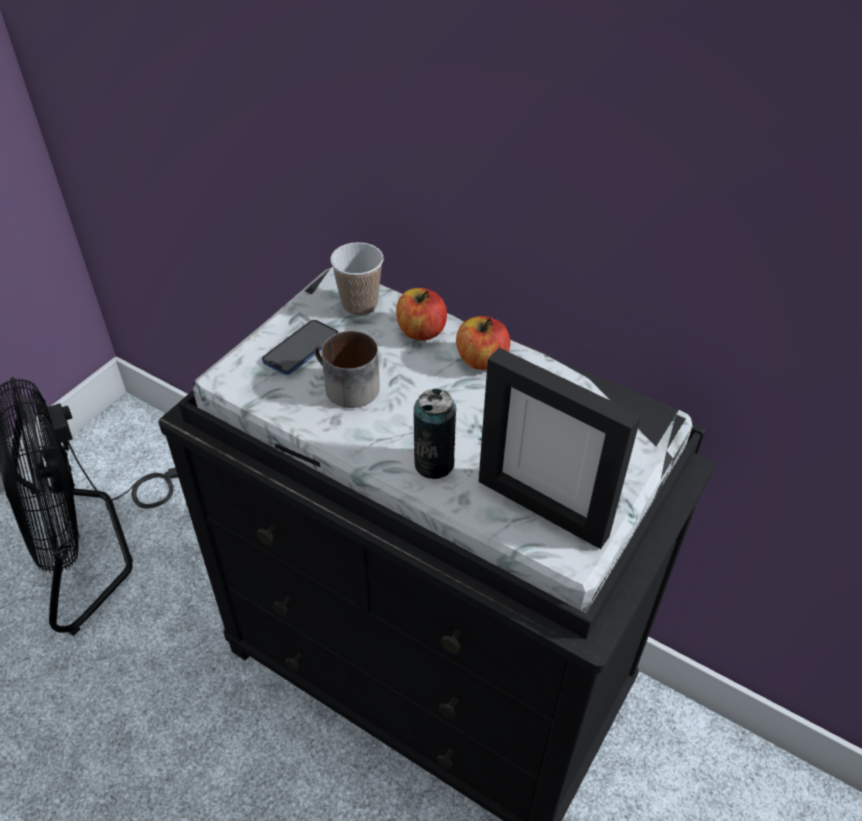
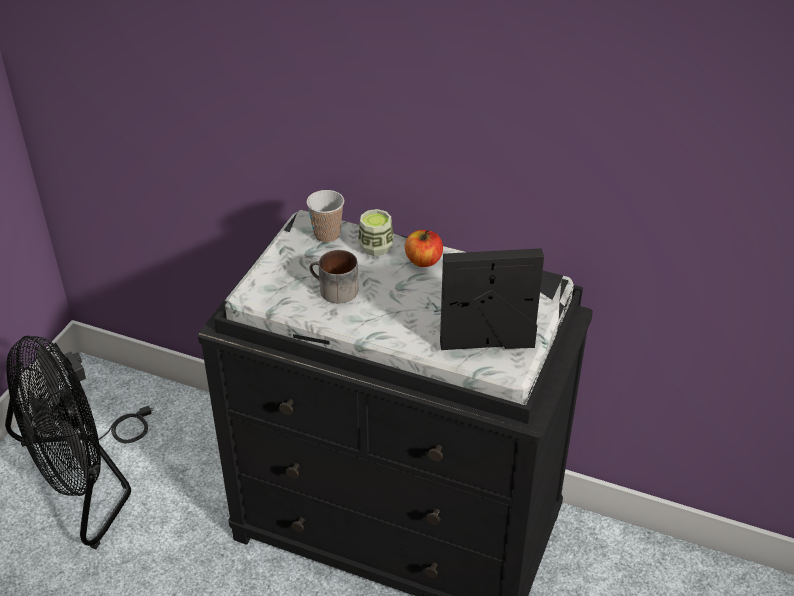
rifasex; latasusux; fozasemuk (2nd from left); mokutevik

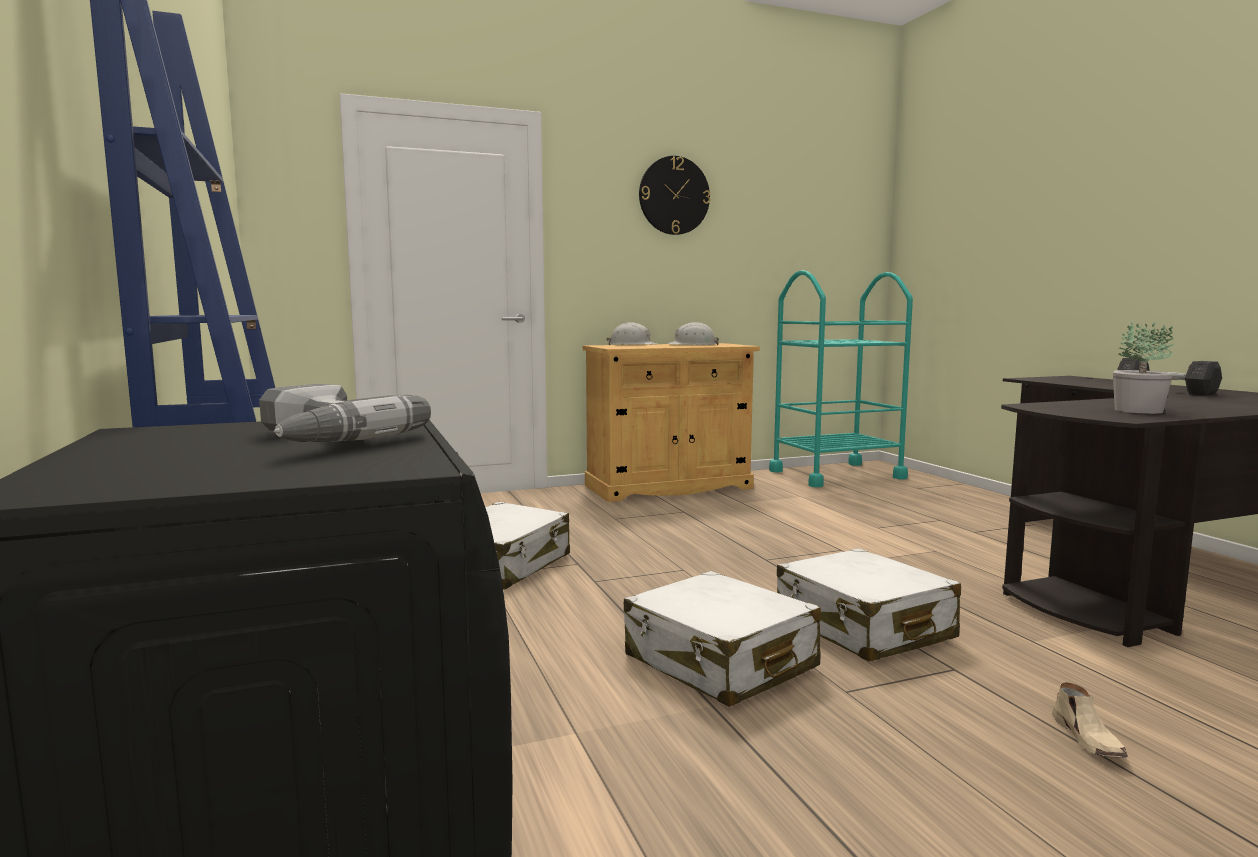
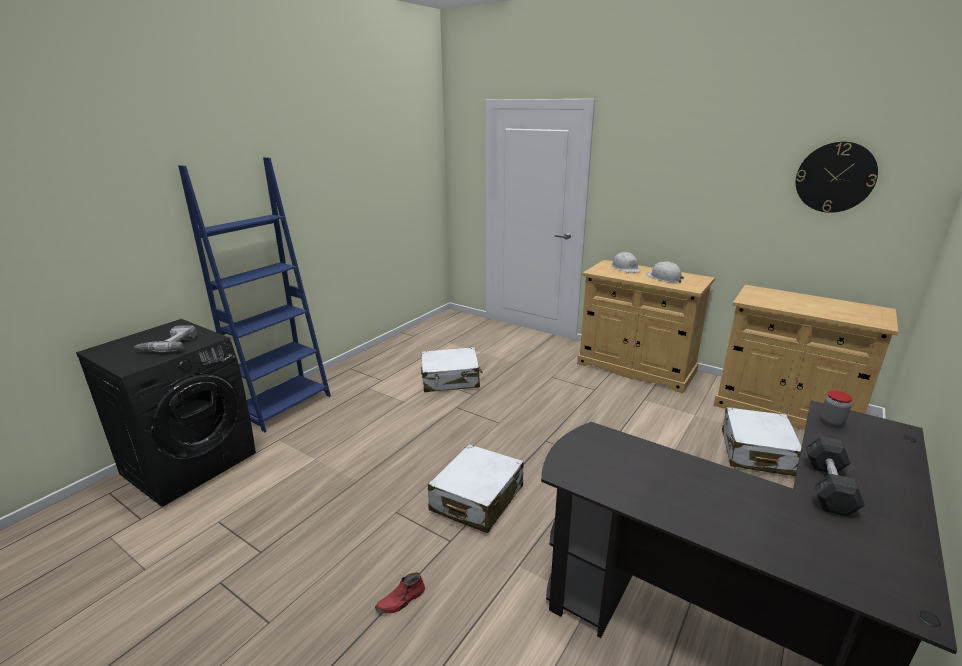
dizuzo; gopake; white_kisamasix (3rd from left); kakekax; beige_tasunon (2nd from left); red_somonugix

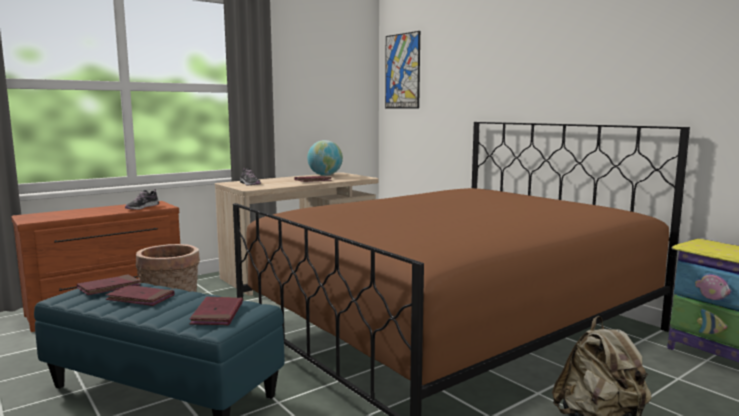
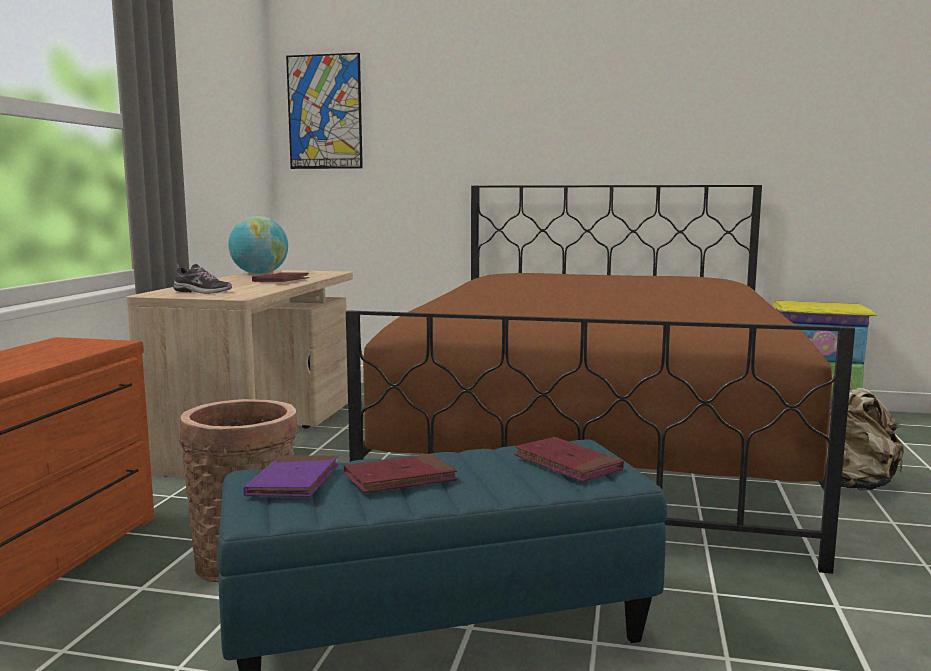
somonugix (1st from left in the first image); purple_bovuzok

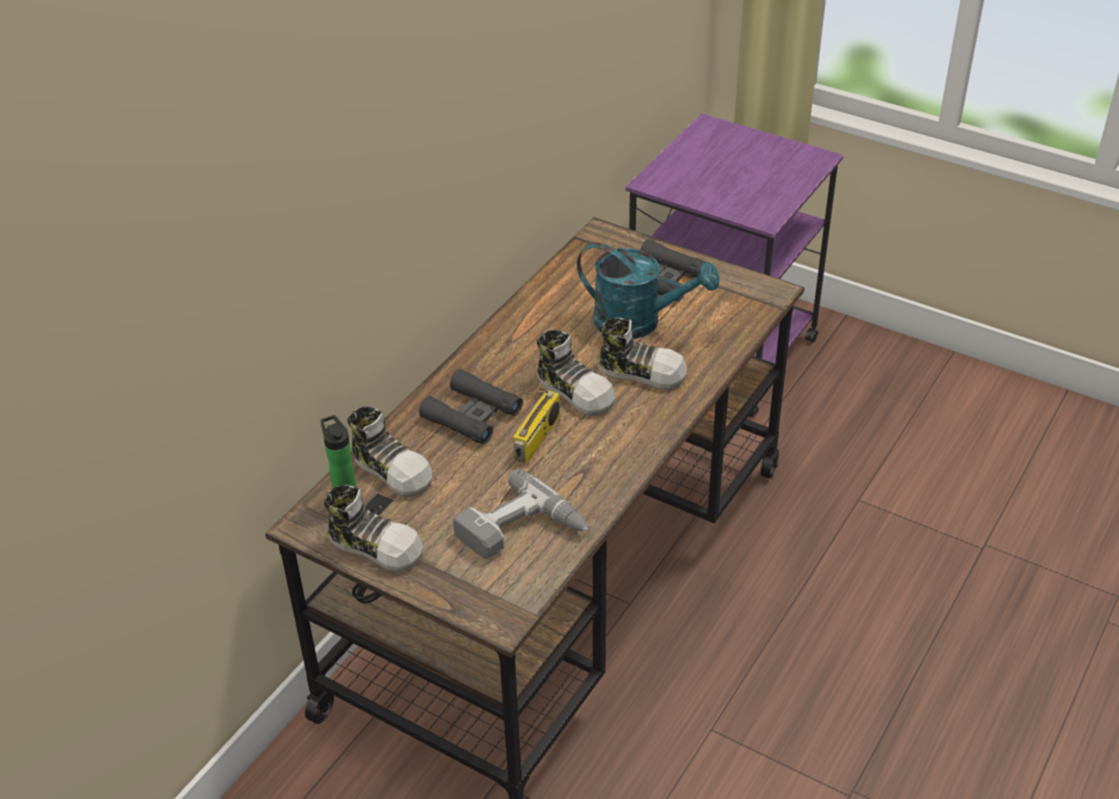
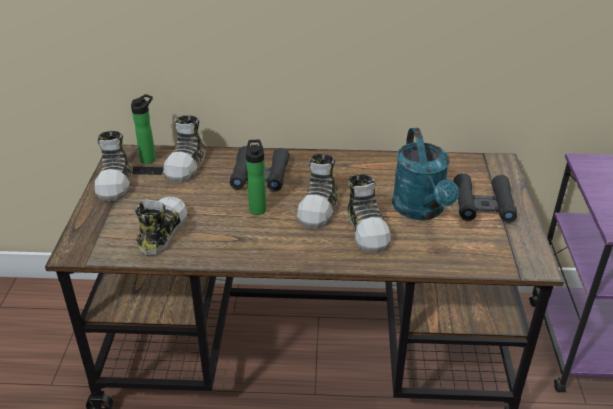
somonugix (2nd from left); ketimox (2nd from left)

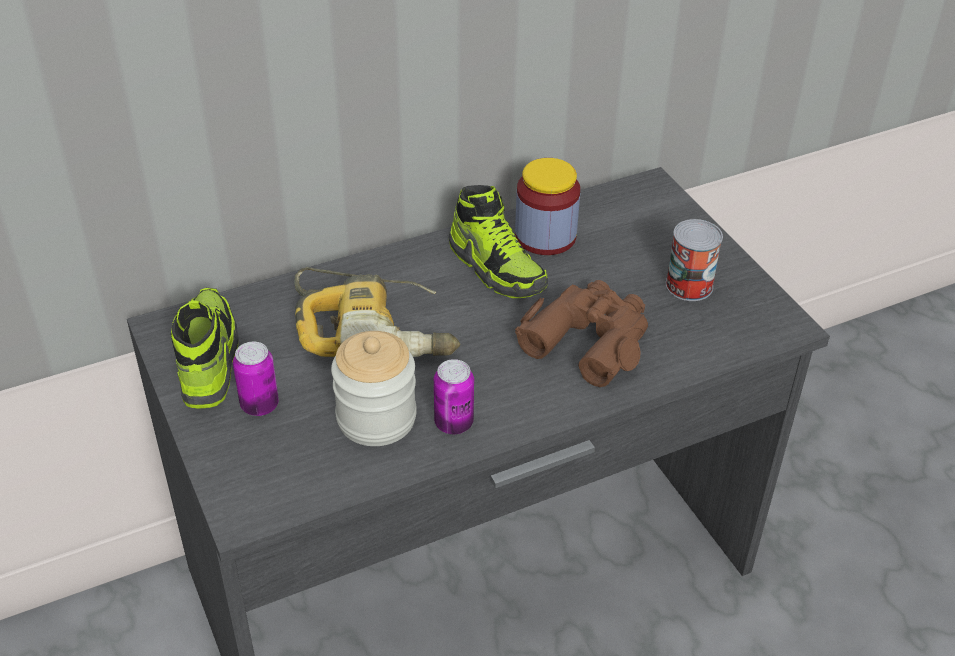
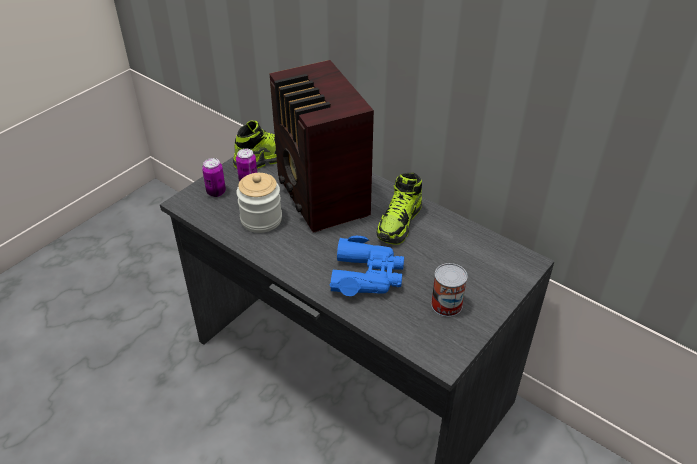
gopake (2nd from left in the first image); latasusux (1st from left); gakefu; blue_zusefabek

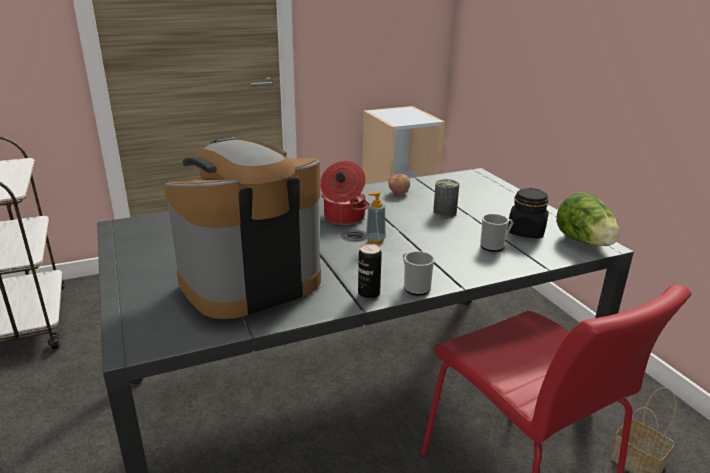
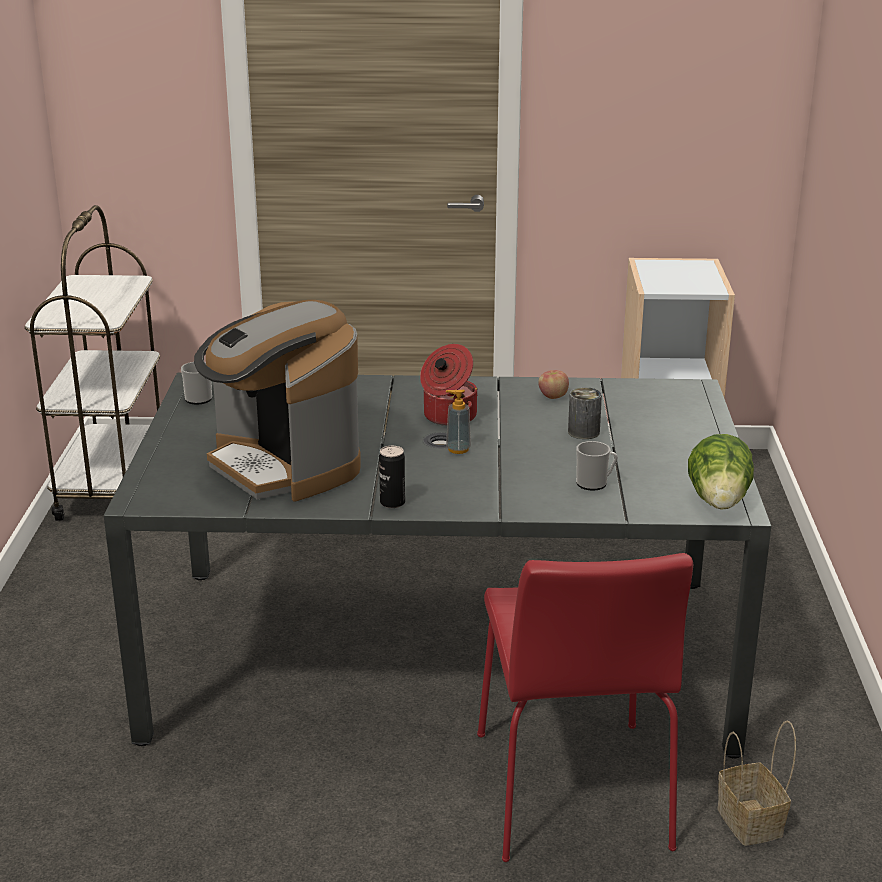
black_gopake; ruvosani (1st from left); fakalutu

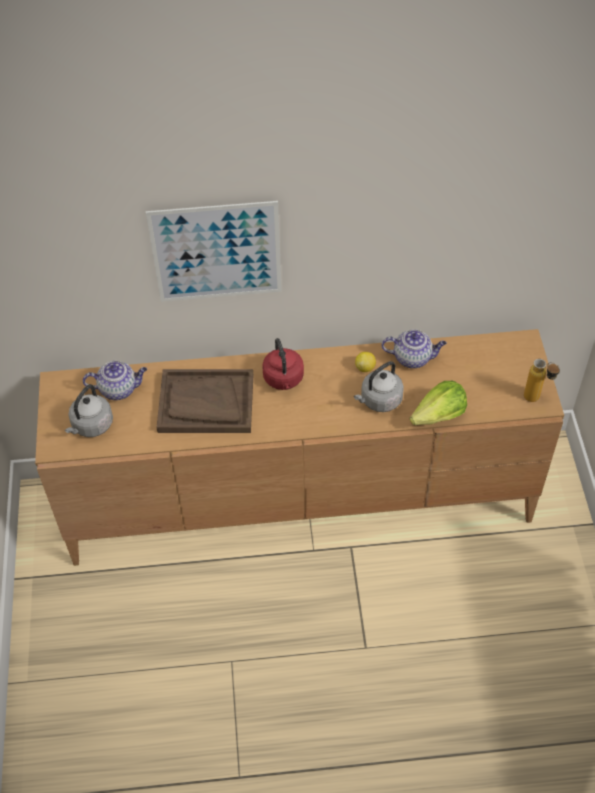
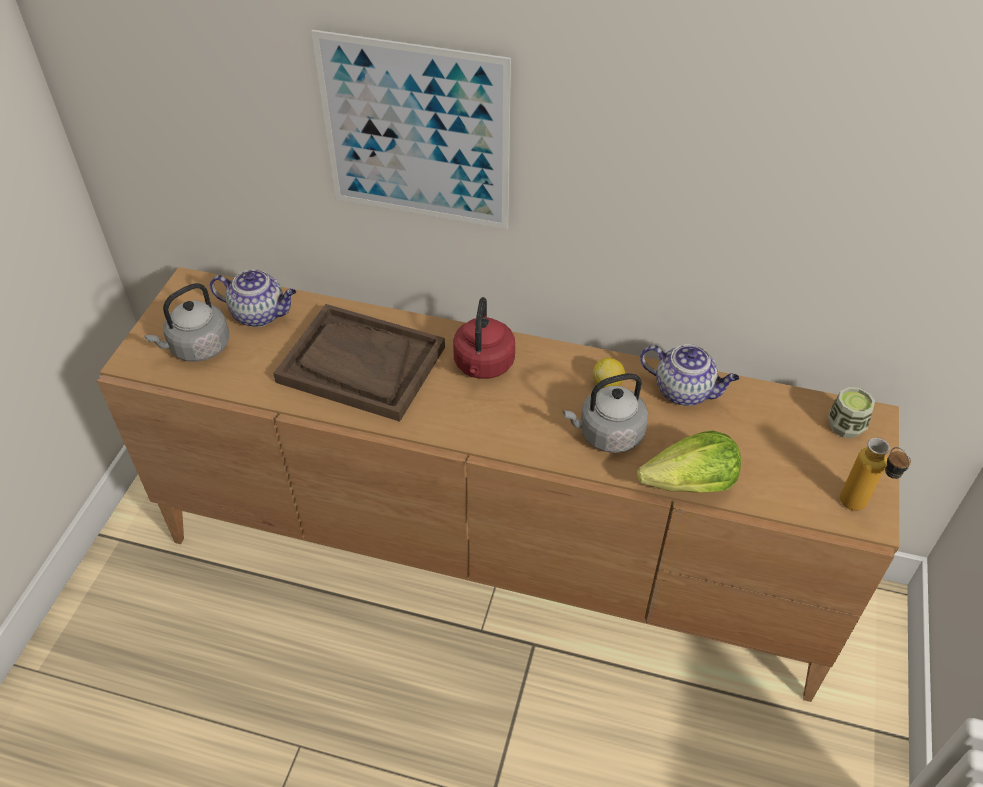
fozasemuk

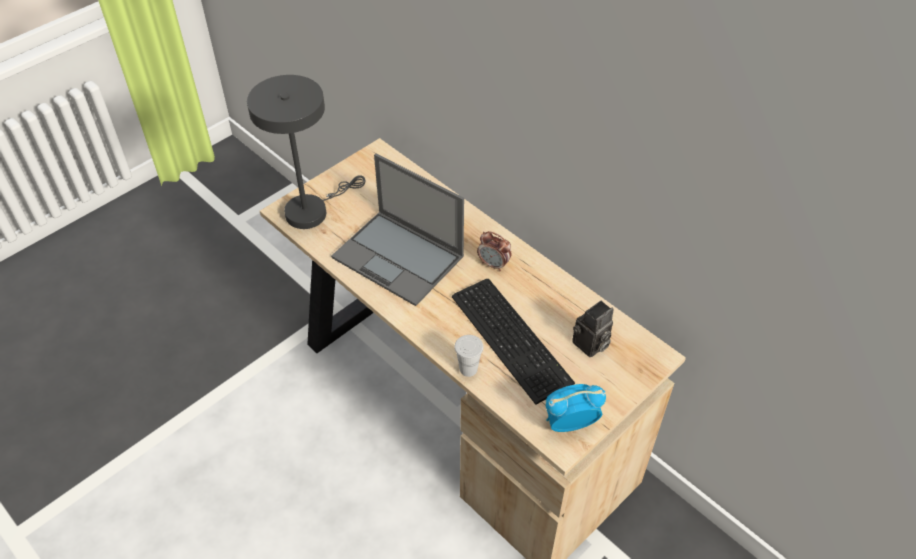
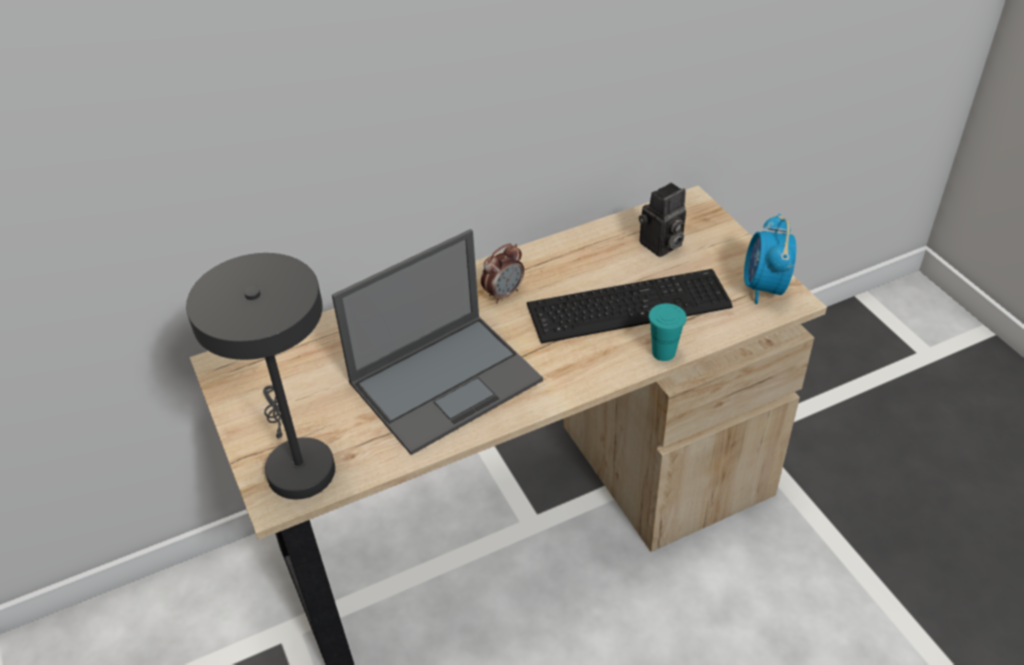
turquoise_fozasemuk; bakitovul

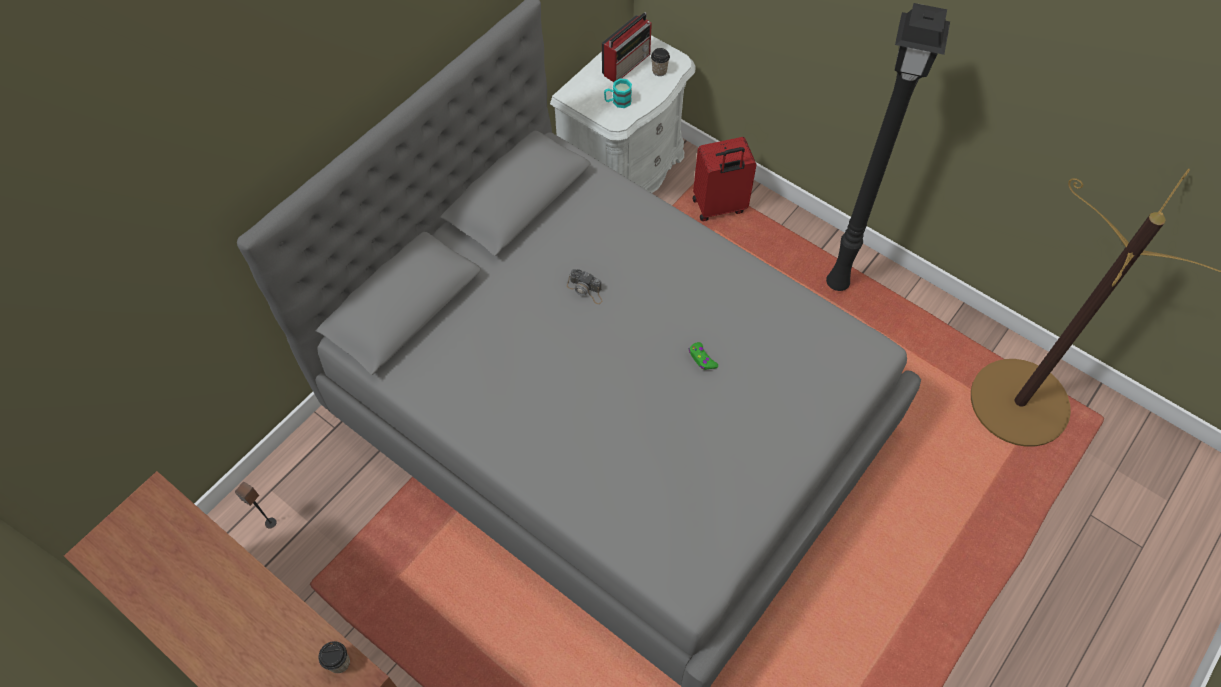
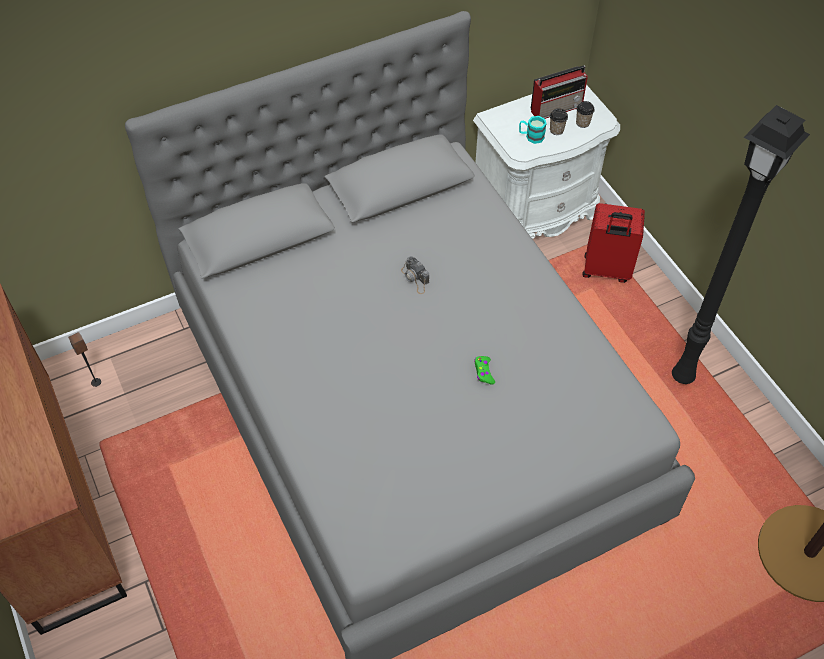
fozasemuk (1st from left)

